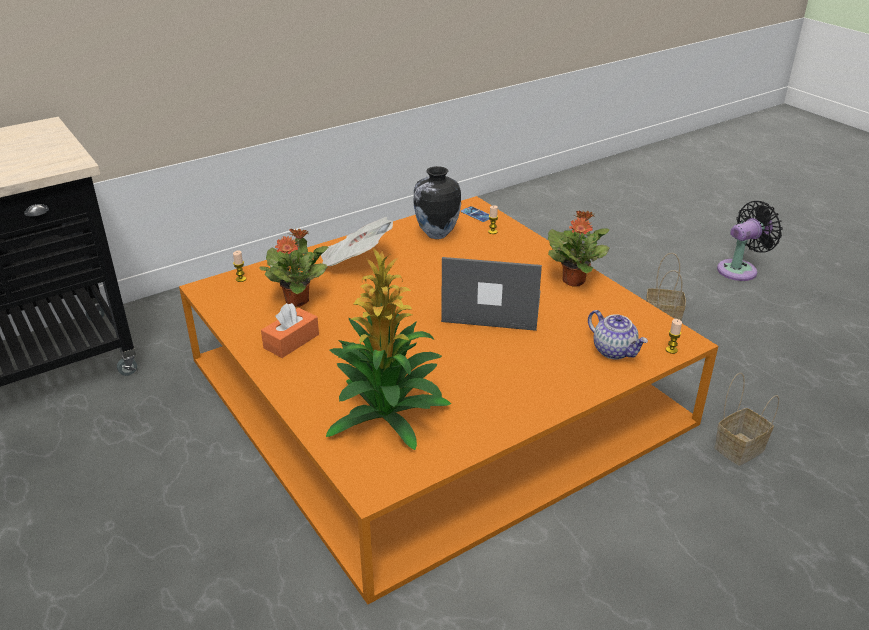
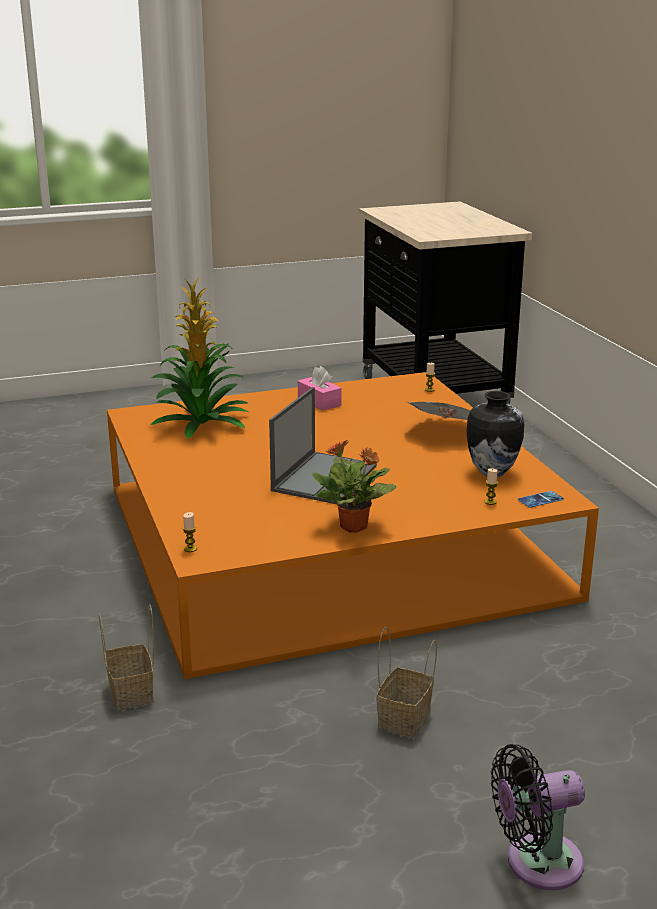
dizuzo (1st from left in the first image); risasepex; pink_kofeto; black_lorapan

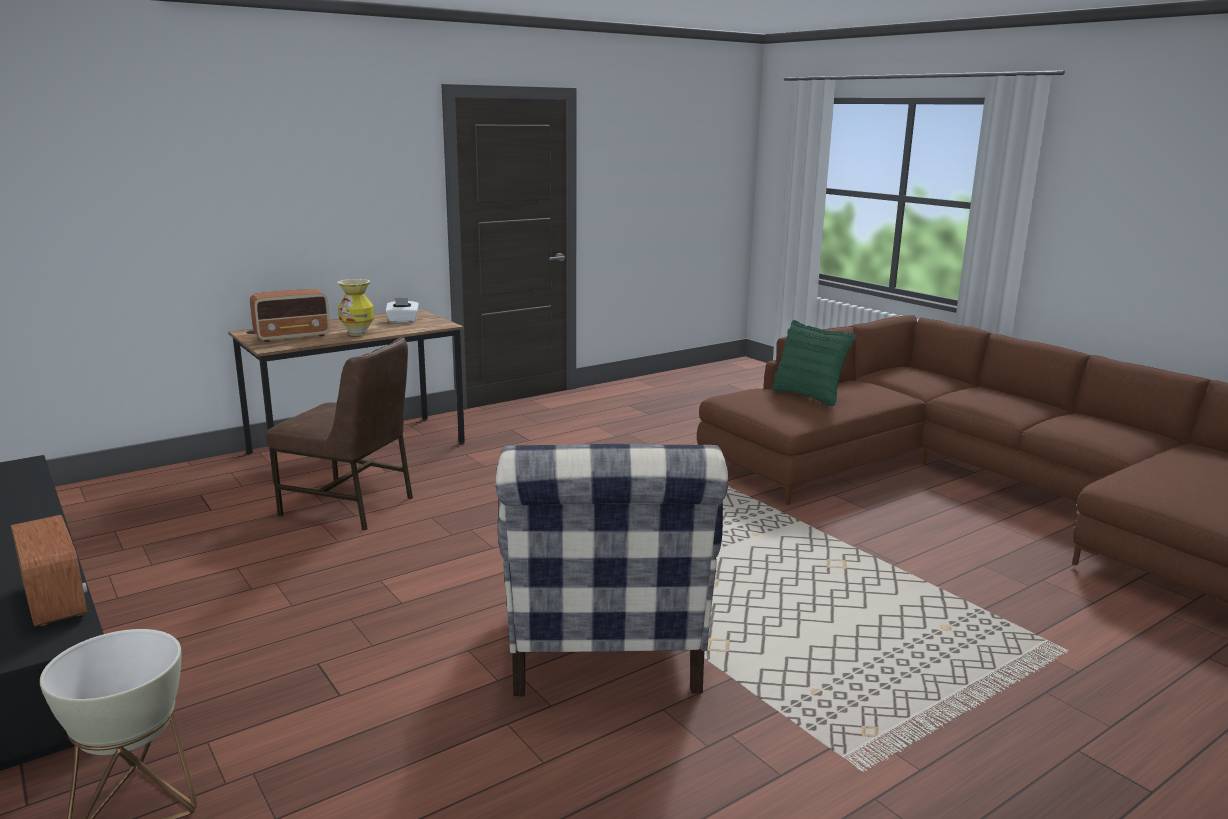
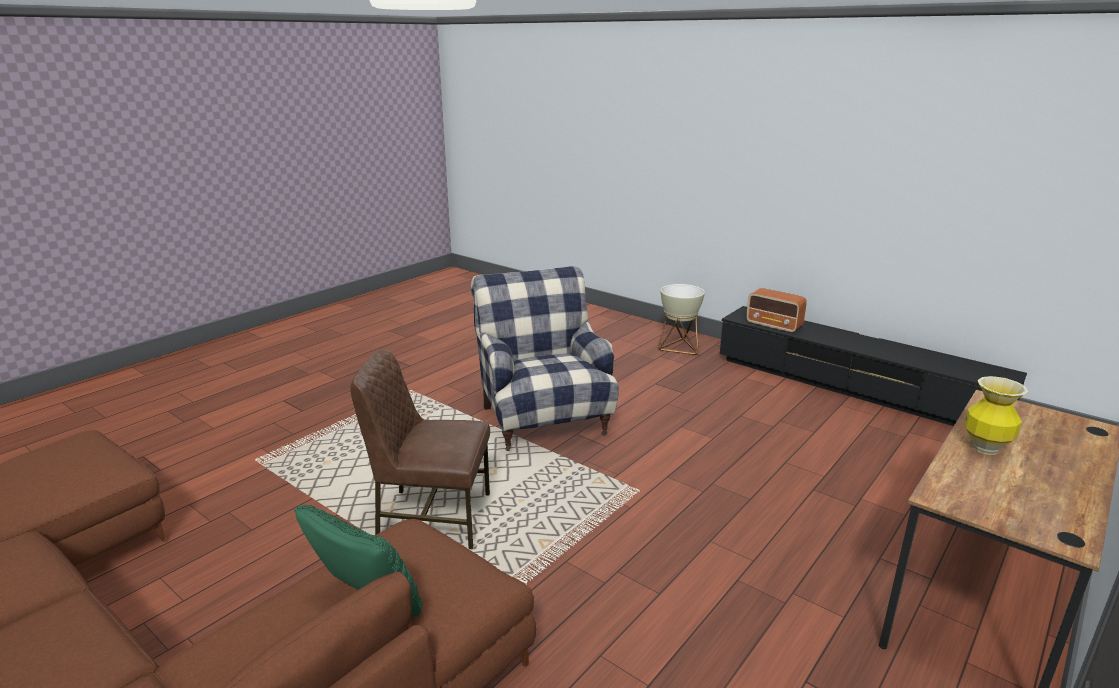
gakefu (2nd from left in the first image); white_kofeto; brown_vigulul

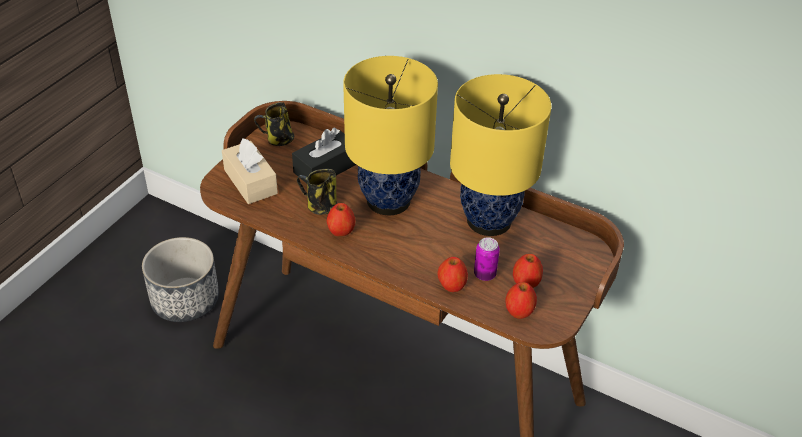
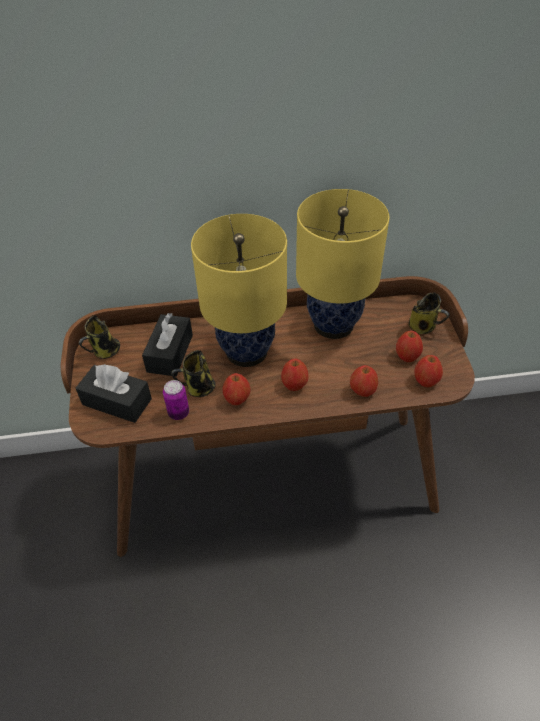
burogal; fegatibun (2nd from left); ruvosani (3rd from left); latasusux; black_kofeto (1st from left)

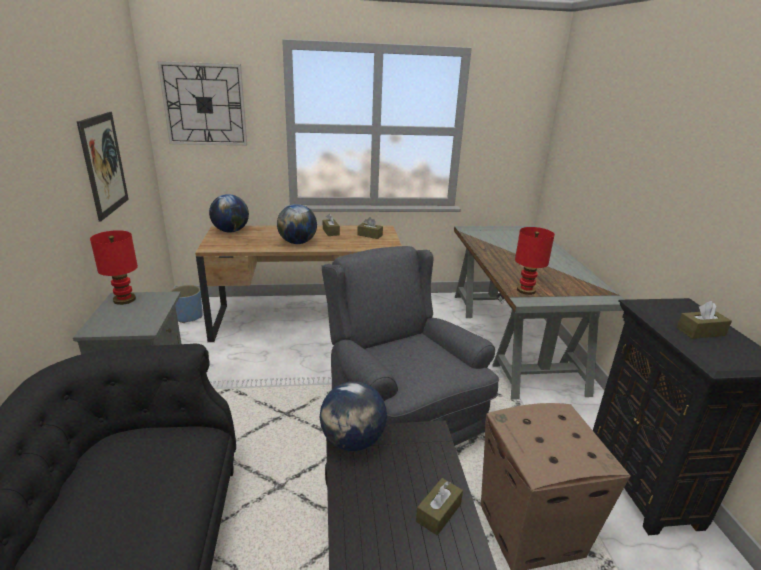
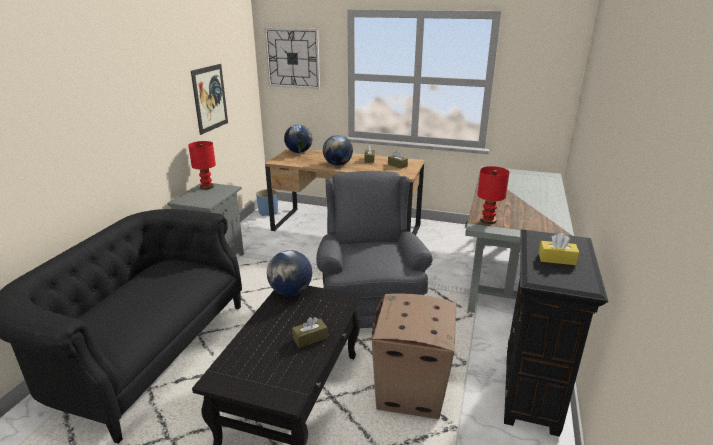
yellow_kofeto

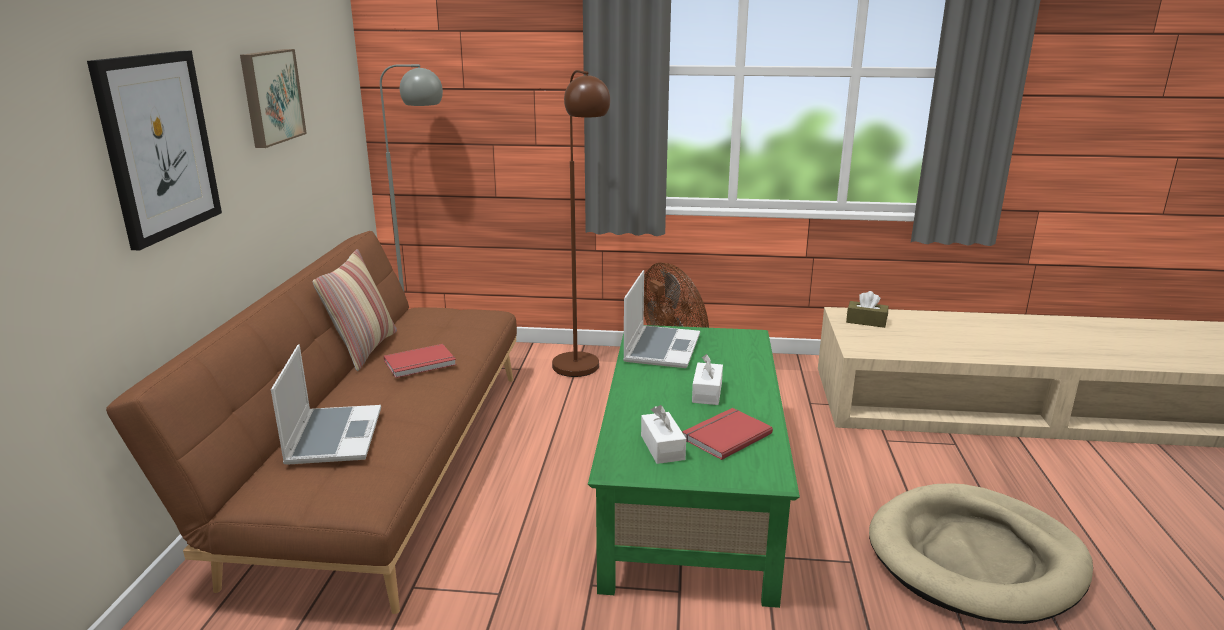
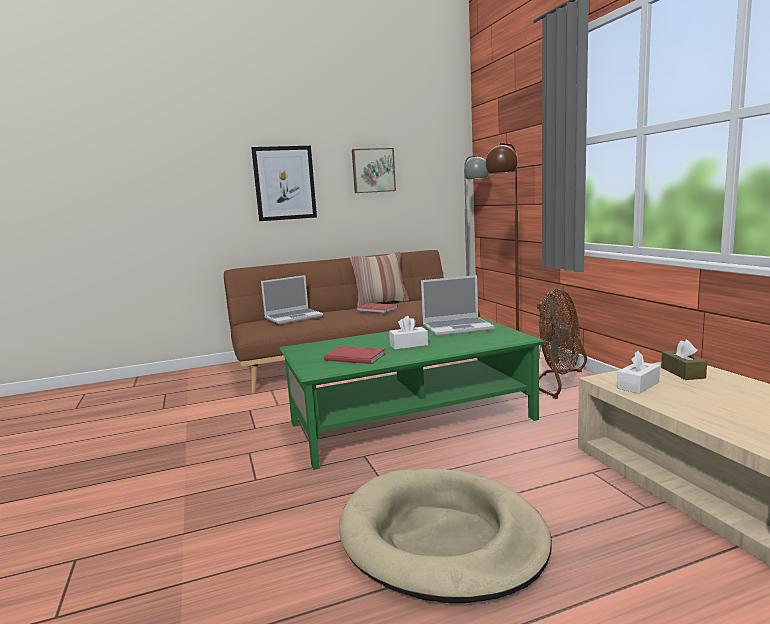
white_kofeto (2nd from left)

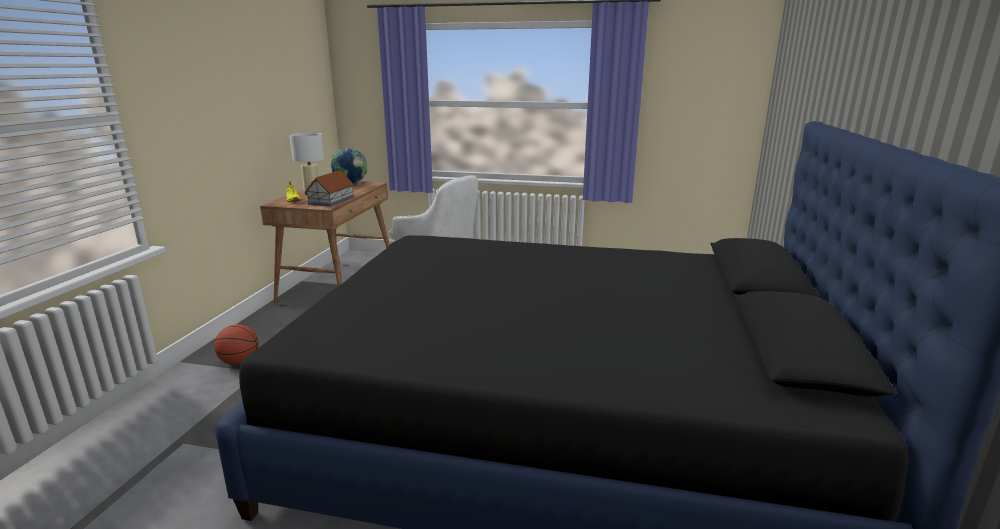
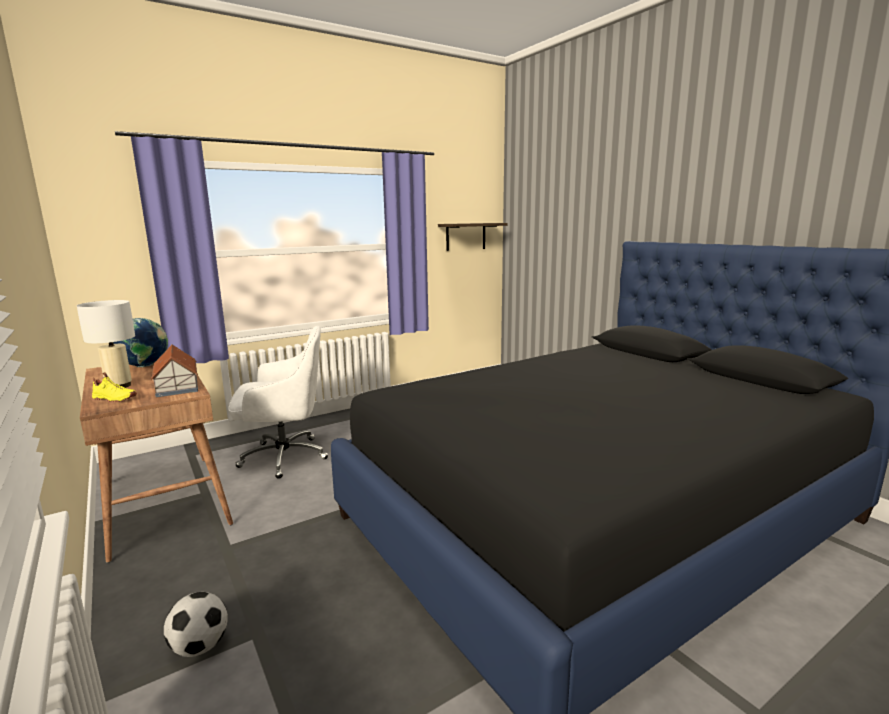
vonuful; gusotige

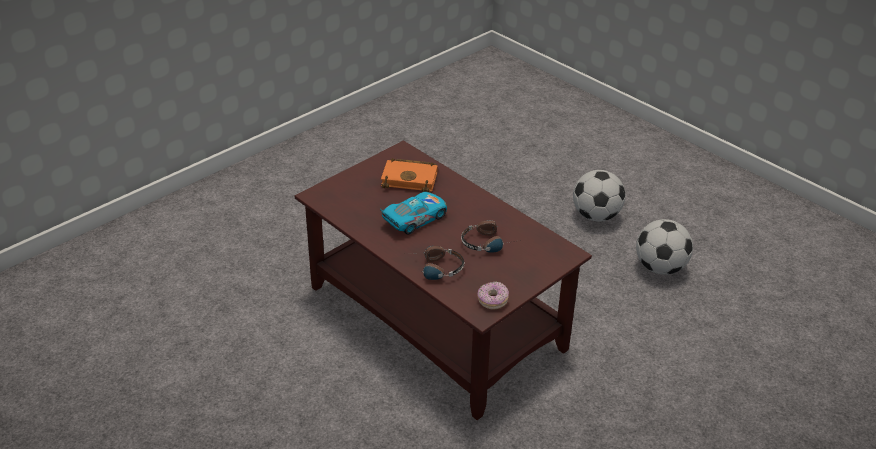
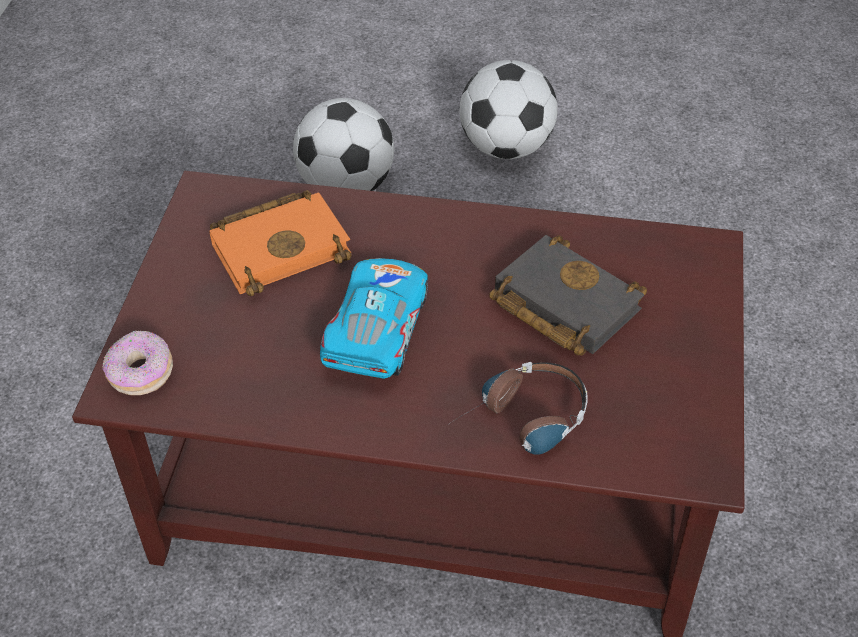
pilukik; gusotige (1st from left); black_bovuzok

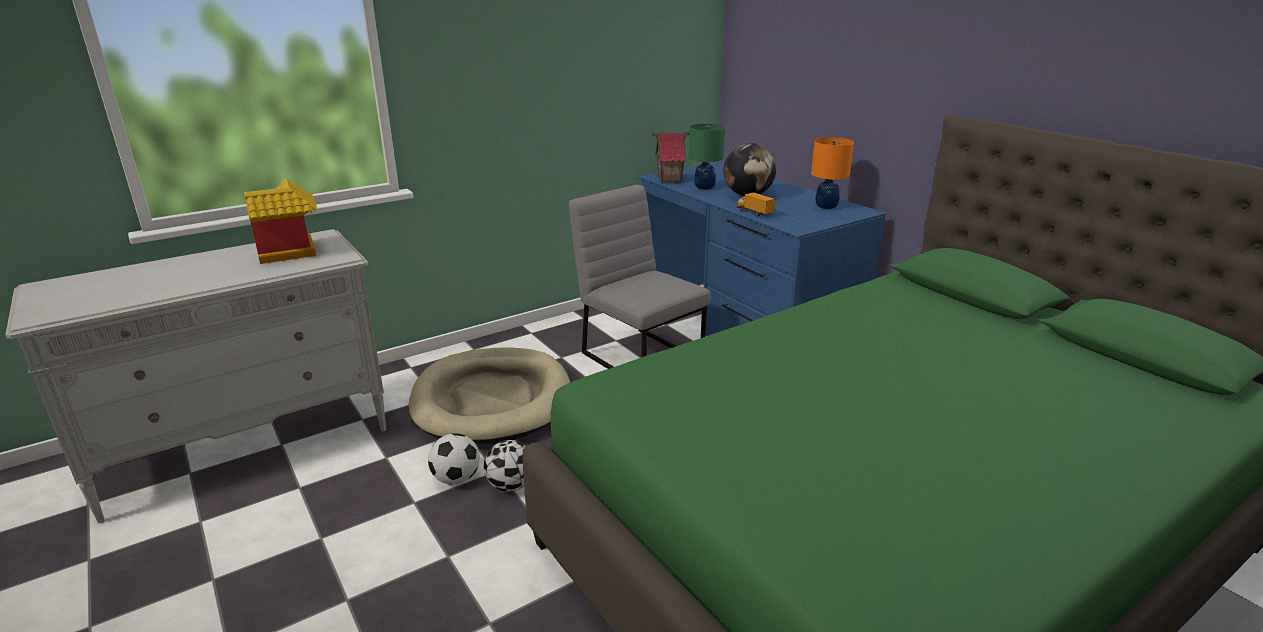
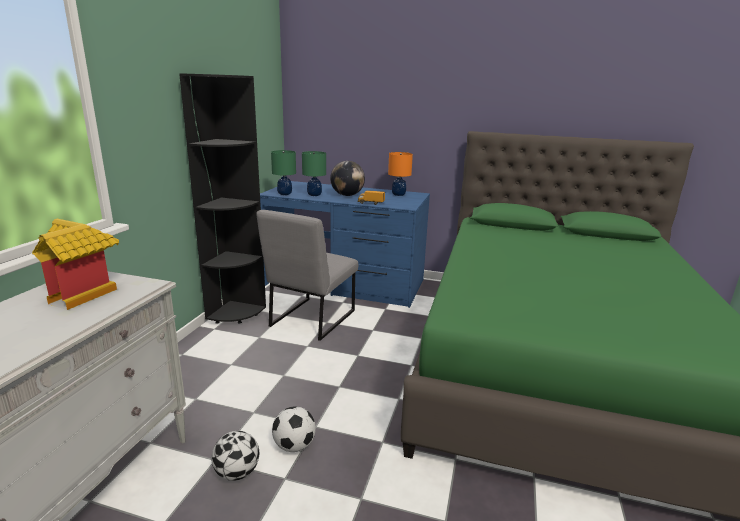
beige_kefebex; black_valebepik; gusotige (1st from left); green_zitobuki (1st from left); grey_vigulul

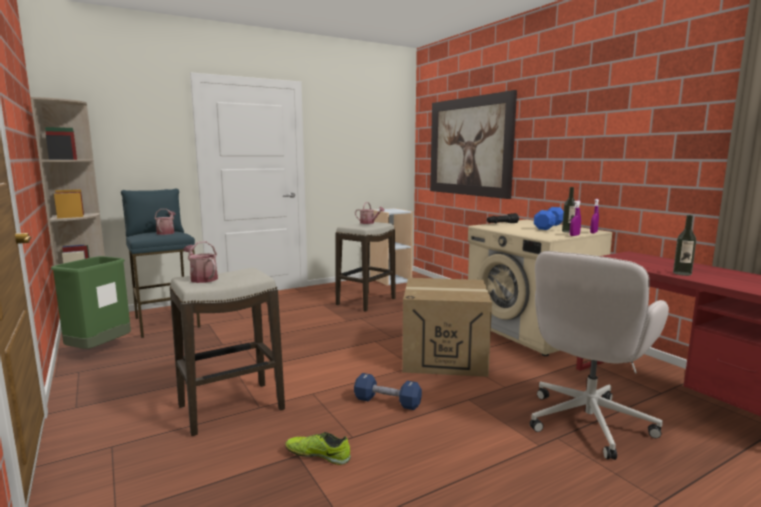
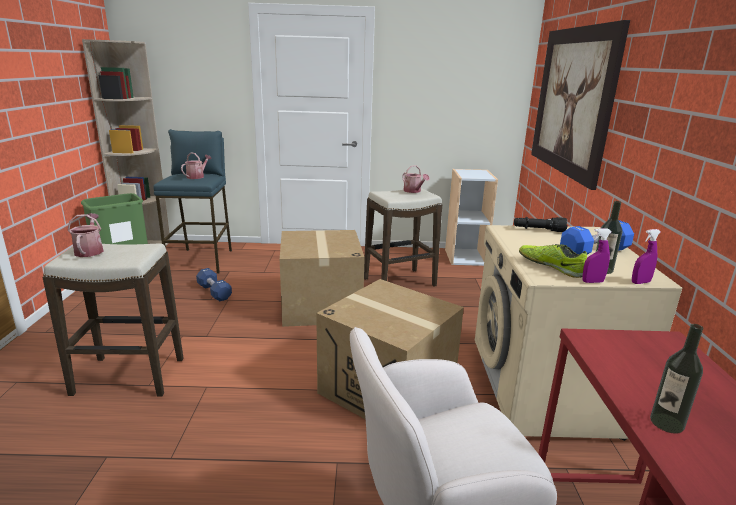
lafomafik (1st from left); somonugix; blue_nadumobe (1st from left)

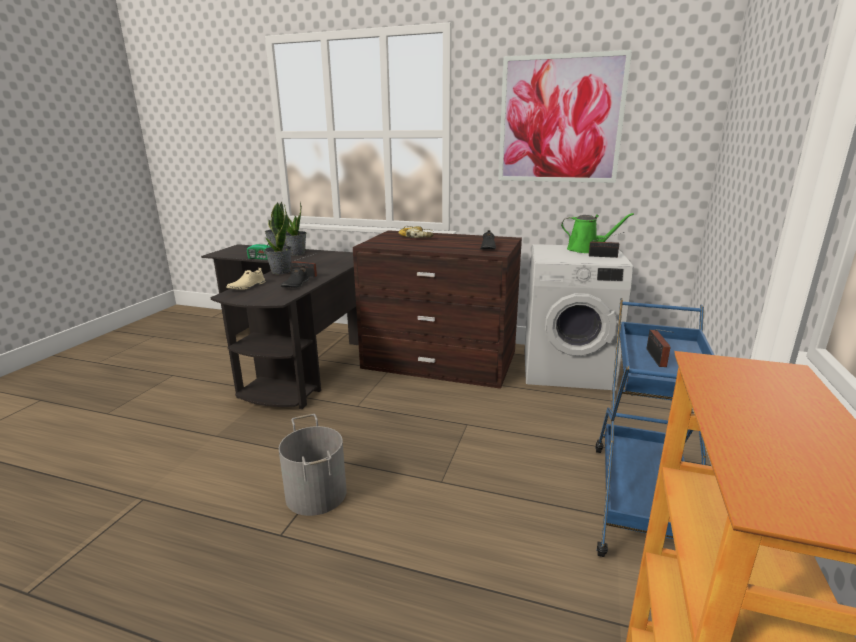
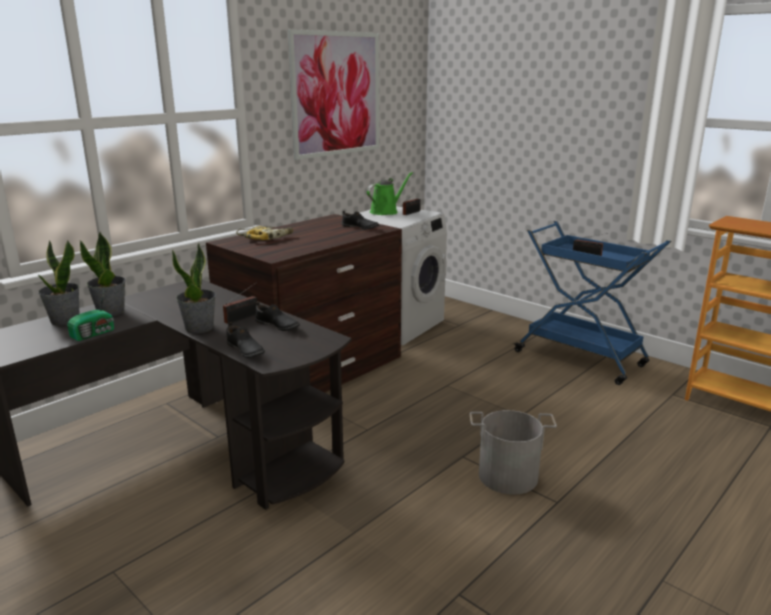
black_somonugix (1st from left)

